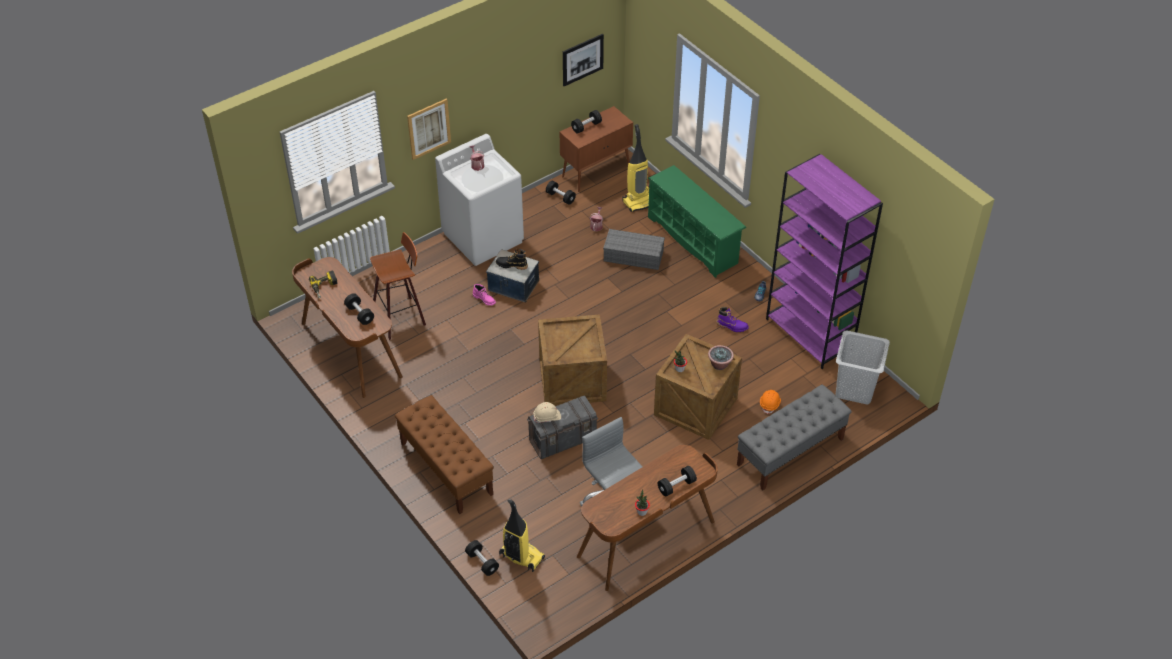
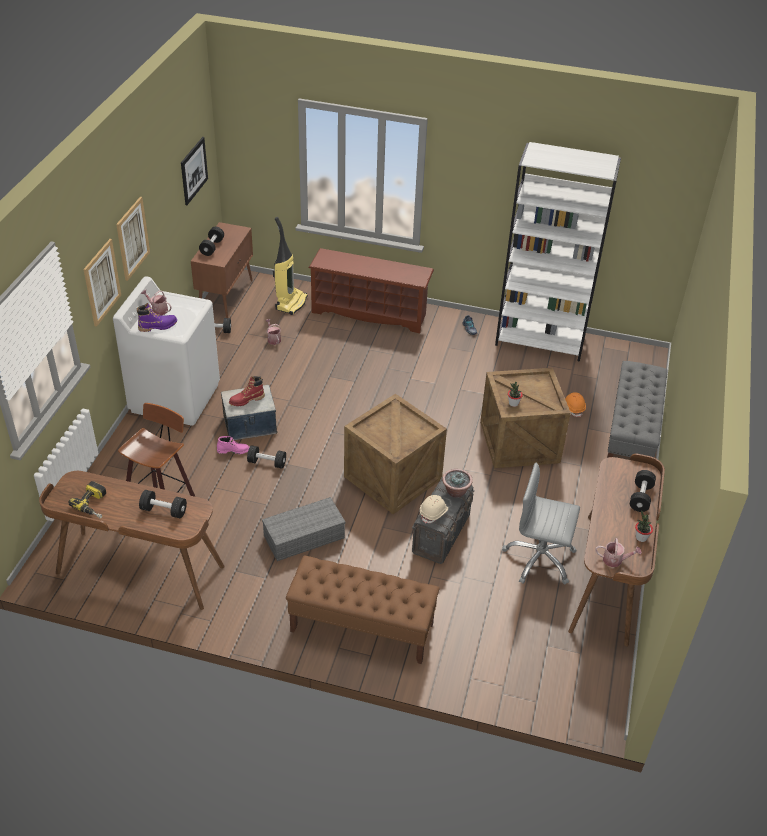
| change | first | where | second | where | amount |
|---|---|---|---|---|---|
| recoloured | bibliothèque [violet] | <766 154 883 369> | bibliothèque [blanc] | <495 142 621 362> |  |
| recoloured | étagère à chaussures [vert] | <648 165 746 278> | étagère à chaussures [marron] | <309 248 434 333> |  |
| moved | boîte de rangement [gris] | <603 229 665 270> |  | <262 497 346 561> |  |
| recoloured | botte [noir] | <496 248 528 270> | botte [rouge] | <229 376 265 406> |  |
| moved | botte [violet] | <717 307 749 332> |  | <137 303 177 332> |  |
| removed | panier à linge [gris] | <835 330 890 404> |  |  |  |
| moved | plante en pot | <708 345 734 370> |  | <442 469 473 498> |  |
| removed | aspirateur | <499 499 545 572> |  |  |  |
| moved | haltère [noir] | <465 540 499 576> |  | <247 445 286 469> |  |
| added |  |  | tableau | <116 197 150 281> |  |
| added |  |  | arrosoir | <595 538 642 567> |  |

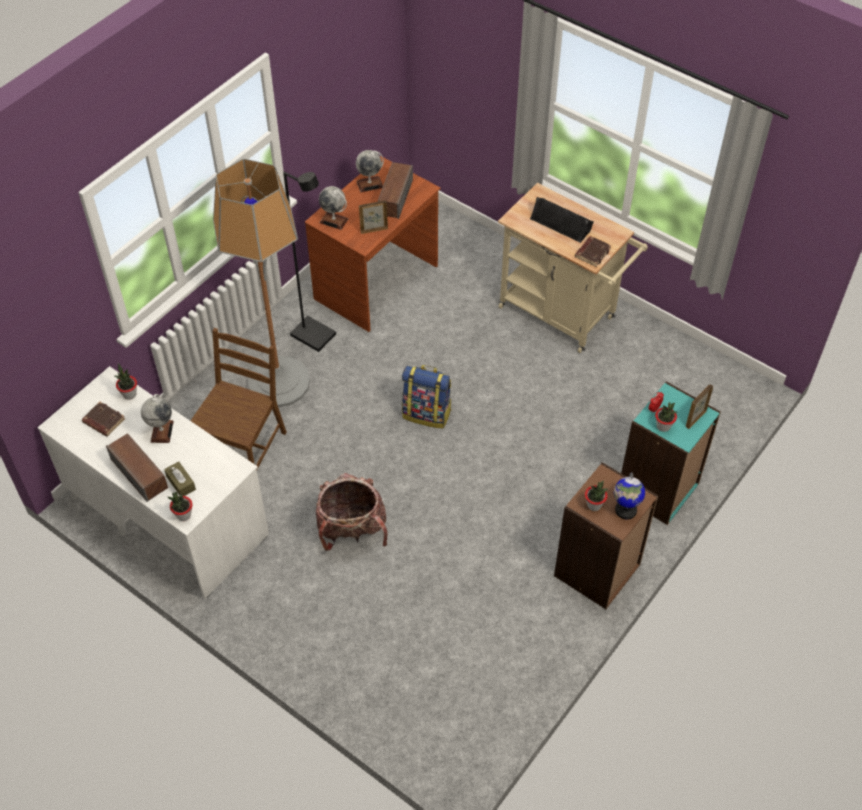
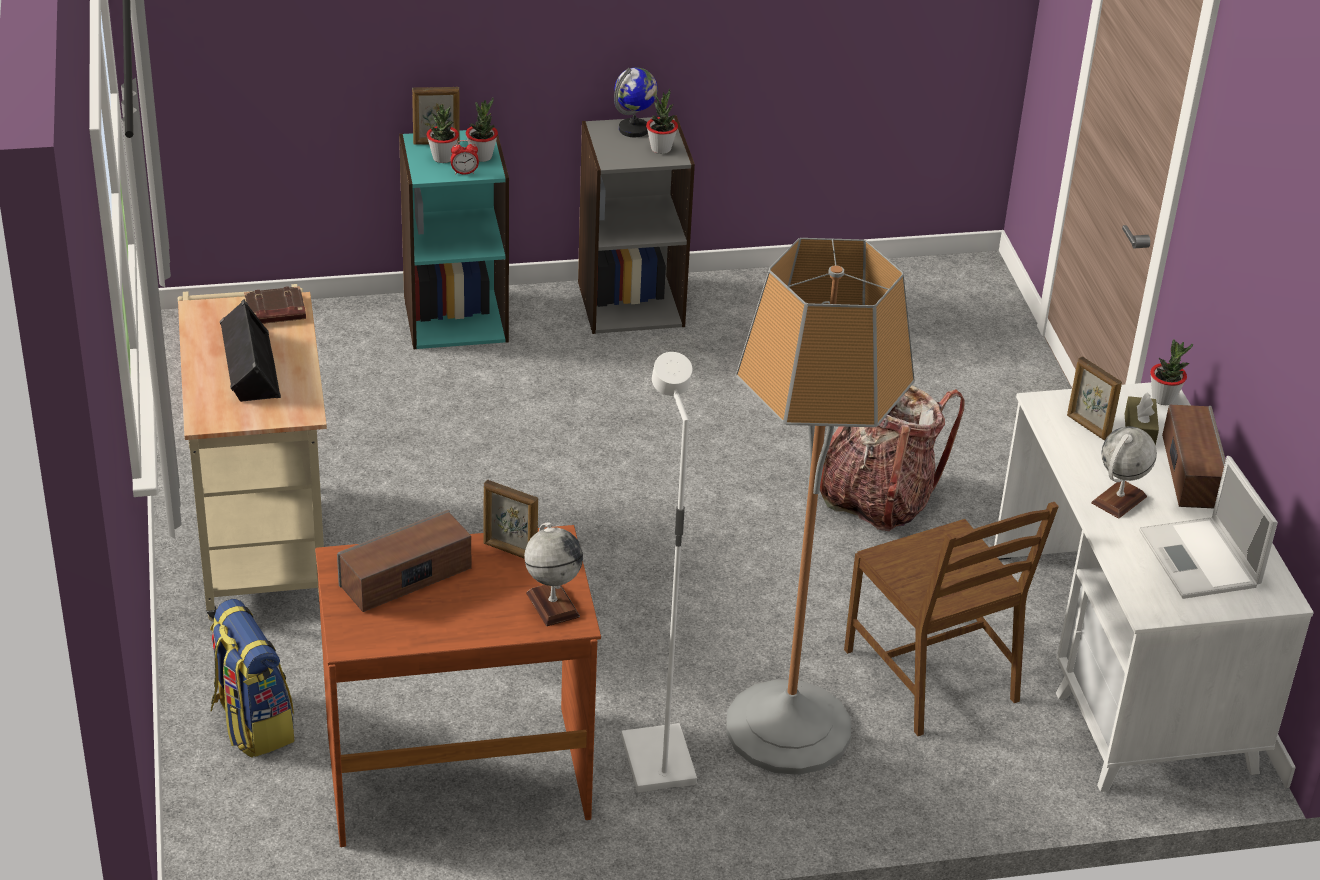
| change | first | where | second | where | amount |
|---|---|---|---|---|---|
| removed | globe | <356 150 384 192> |  |  |  |
| recoloured | lampadaire [noir] | <283 172 336 352> | lampadaire [blanc] | <621 352 697 792> |  |
| turned | chaise [marron] | <191 328 287 470> |  | <844 502 1059 736> | 90 degrees counterclockwise |
| moved | plante en pot | <114 363 137 400> |  | <426 104 459 163> |  |
| moved | sac à dos | <402 365 452 429> |  | <210 599 294 758> |  |
| replaced | livre [marron] | <82 402 125 437> | ordinateur portable | <1139 456 1278 599> |  |
| recoloured | bibliothèque [marron] | <554 462 658 609> | bibliothèque [gris] | <578 115 695 334> |  |
| added |  |  | cadre photo | <1067 356 1122 441> |  |

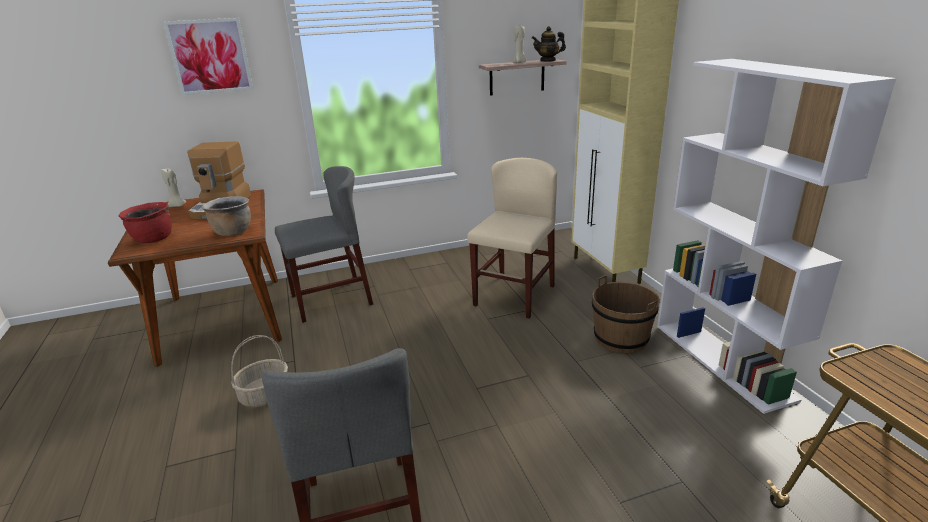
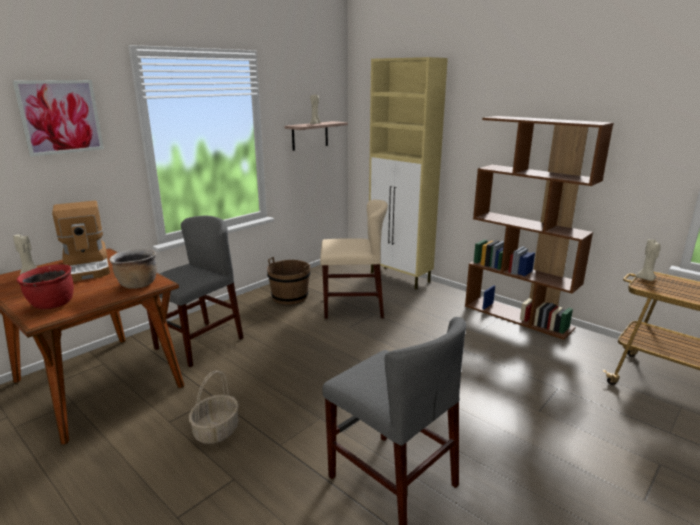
| change | first | where | second | where | amount |
|---|---|---|---|---|---|
| removed | théière | <532 26 566 62> |  |  |  |
| recoloured | bibliothèque [blanc] | <657 59 897 414> | bibliothèque [marron] | <465 116 614 340> |  |
| turned | chaise [beige] | <467 158 557 319> |  | <320 200 388 319> | 90 degrees clockwise |
| moved | seau [marron] | <592 275 660 353> |  | <267 257 310 305> |  |
| added |  |  | bougie [beige] | <636 239 661 281> |  |

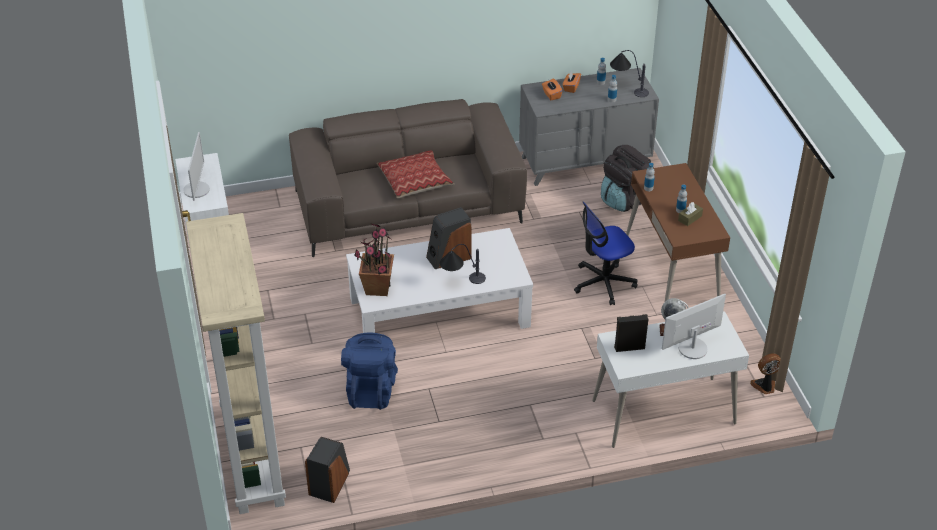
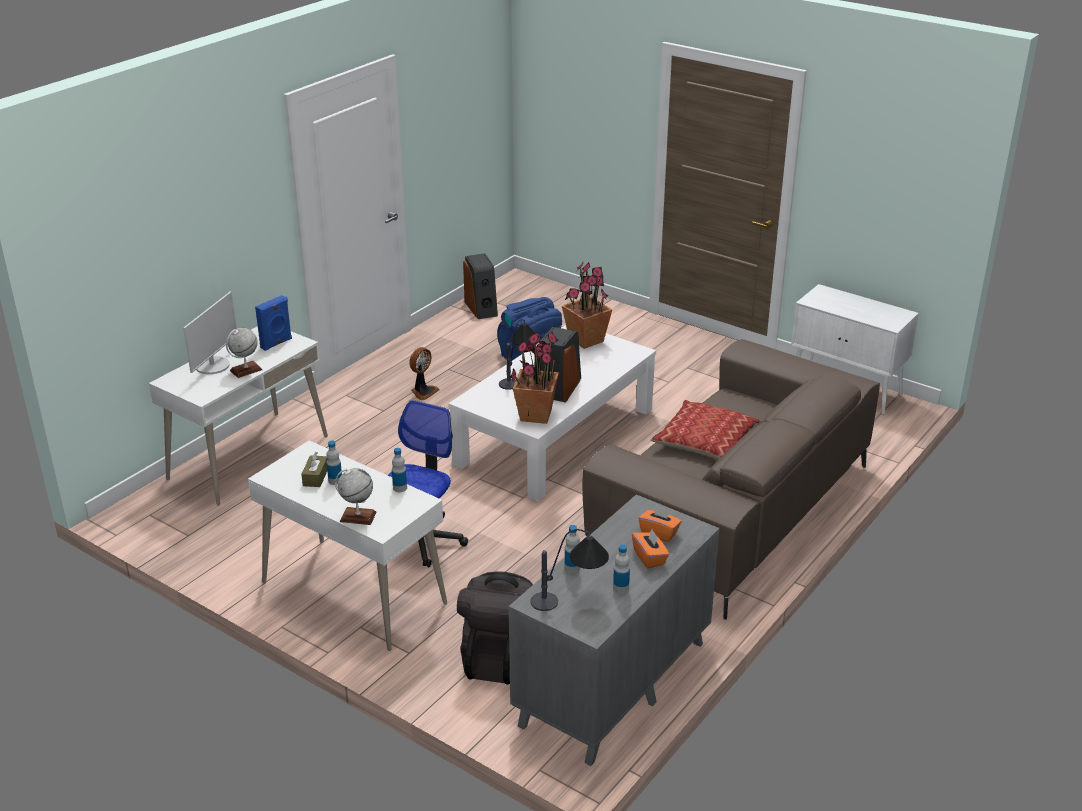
| change | first | where | second | where | amount |
|---|---|---|---|---|---|
| removed | écran d'ordinateur | <183 132 210 201> |  |  |  |
| recoloured | bureau [marron] | <626 163 730 301> | bureau [blanc] | <248 440 447 651> |  |
| removed | bibliothèque [beige] | <186 213 286 514> |  |  |  |
| recoloured | enceinte [noir] | <614 314 648 352> | enceinte [bleu] | <255 295 292 351> |  |
| moved | ventilateur | <750 354 781 394> |  | <409 347 440 400> |  |
| added |  |  | plante en pot | <511 332 560 424> |  |
| added |  |  | globe | <335 468 376 525> |  |

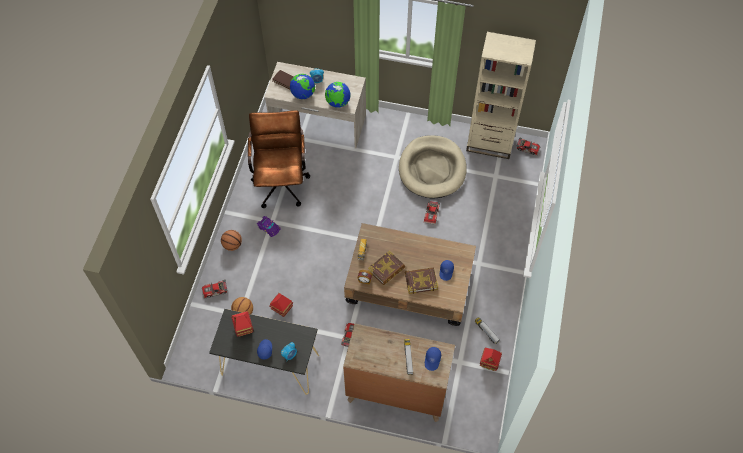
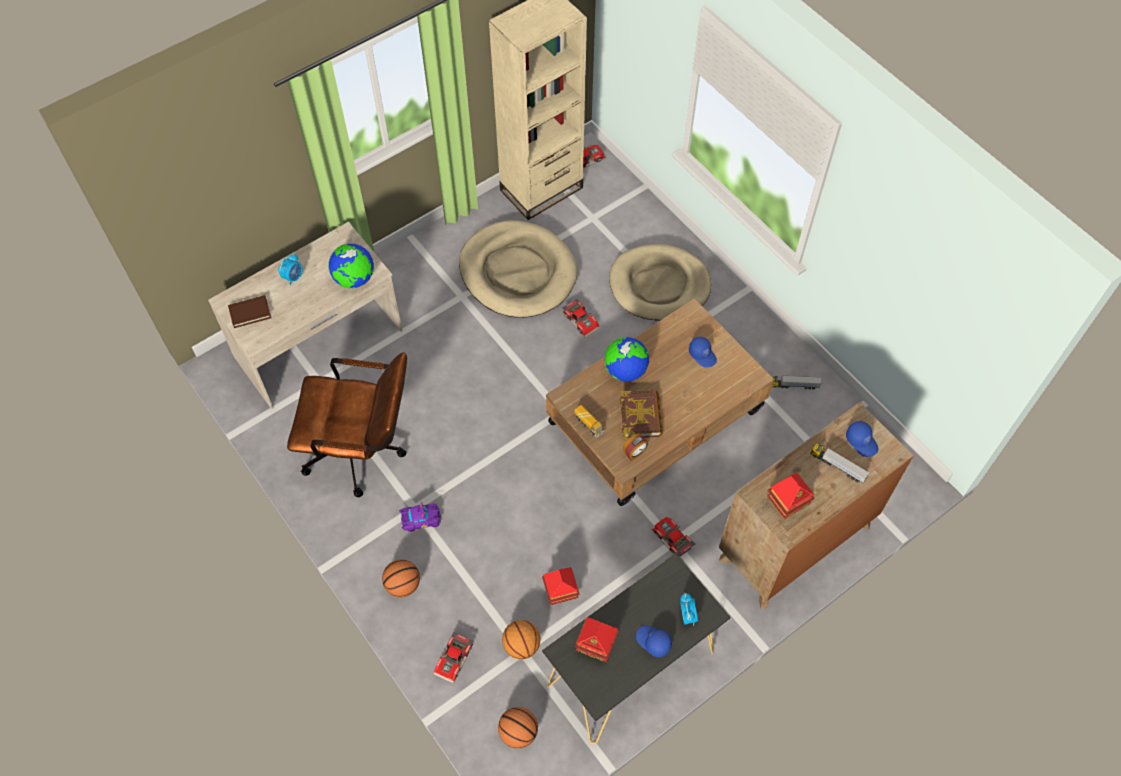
| change | first | where | second | where | amount |
|---|---|---|---|---|---|
| moved | globe | <290 74 315 99> |  | <605 337 649 382> |  |
| turned | chaise de bureau [marron] | <248 110 311 208> |  | <287 352 407 497> | 150 degrees clockwise |
| removed | livre | <405 268 438 294> |  |  |  |
| moved | maison miniature | <480 348 502 371> |  | <767 472 814 519> |  |
| added |  |  | panier pour chien [beige] | <609 244 711 321> |  |
| added |  |  | ballon de basket | <498 707 538 748> |  |

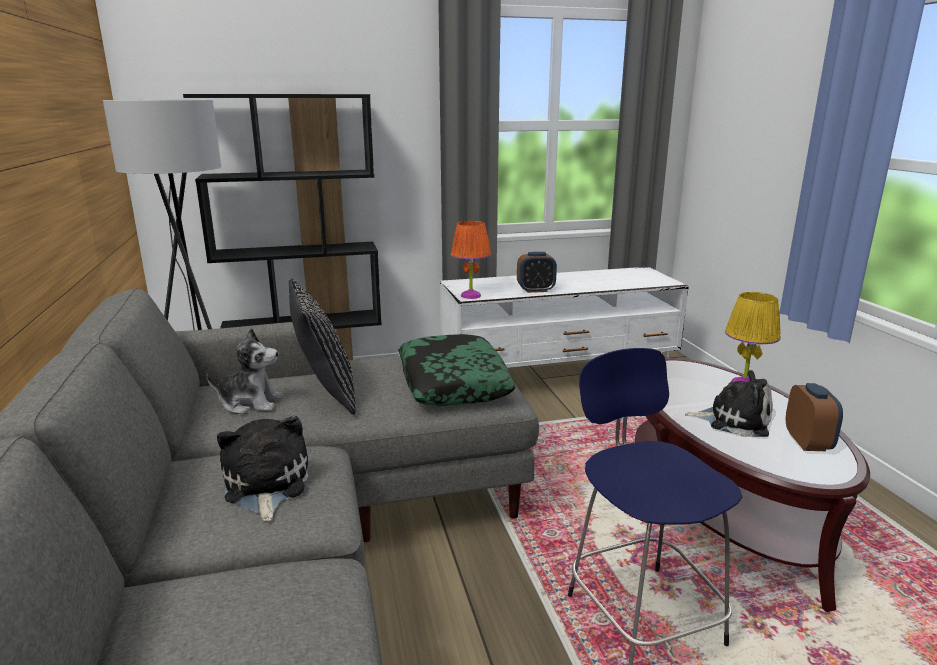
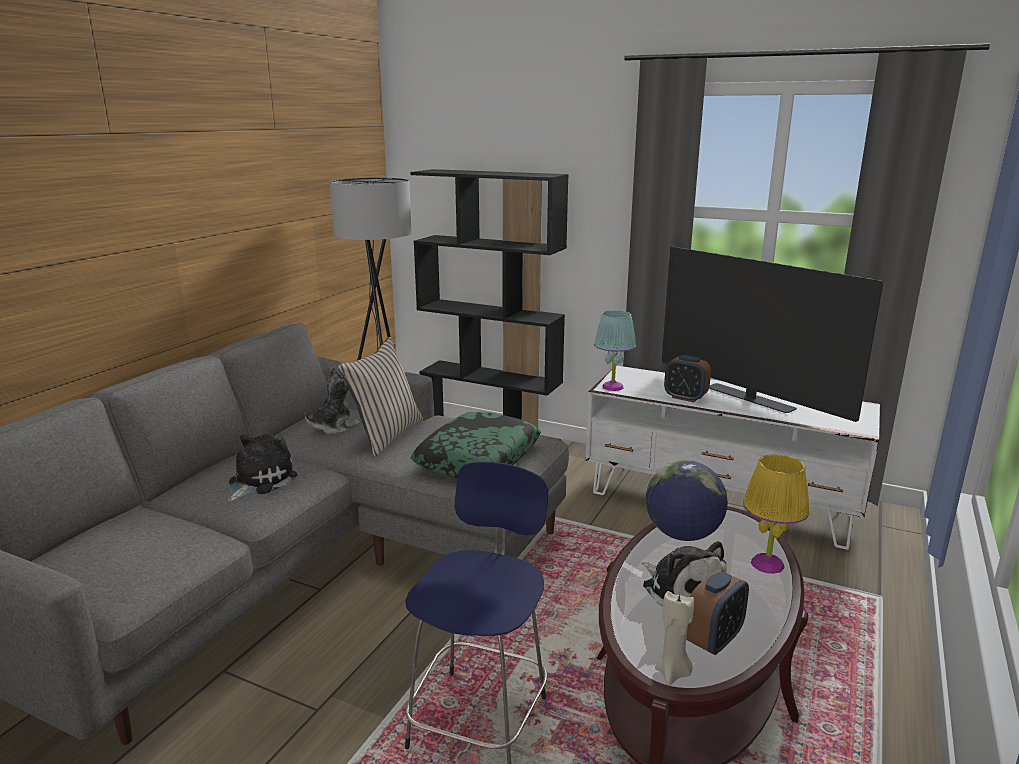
| change | first | where | second | where | amount |
|---|---|---|---|---|---|
| recoloured | lampe de table [orange] | <451 221 491 299> | lampe de table [turquoise] | <594 310 636 391> |  |
| recoloured | coussin [noir] | <289 279 356 415> | coussin [beige] | <338 337 423 457> |  |
| turned | peluche | <206 328 283 414> |  | <305 366 360 434> | 90 degrees counterclockwise |
| added |  |  | téléviseur | <662 247 883 422> |  |
| added |  |  | globe | <646 460 728 541> |  |
| added |  |  | bougie [beige] | <655 591 694 686> |  |

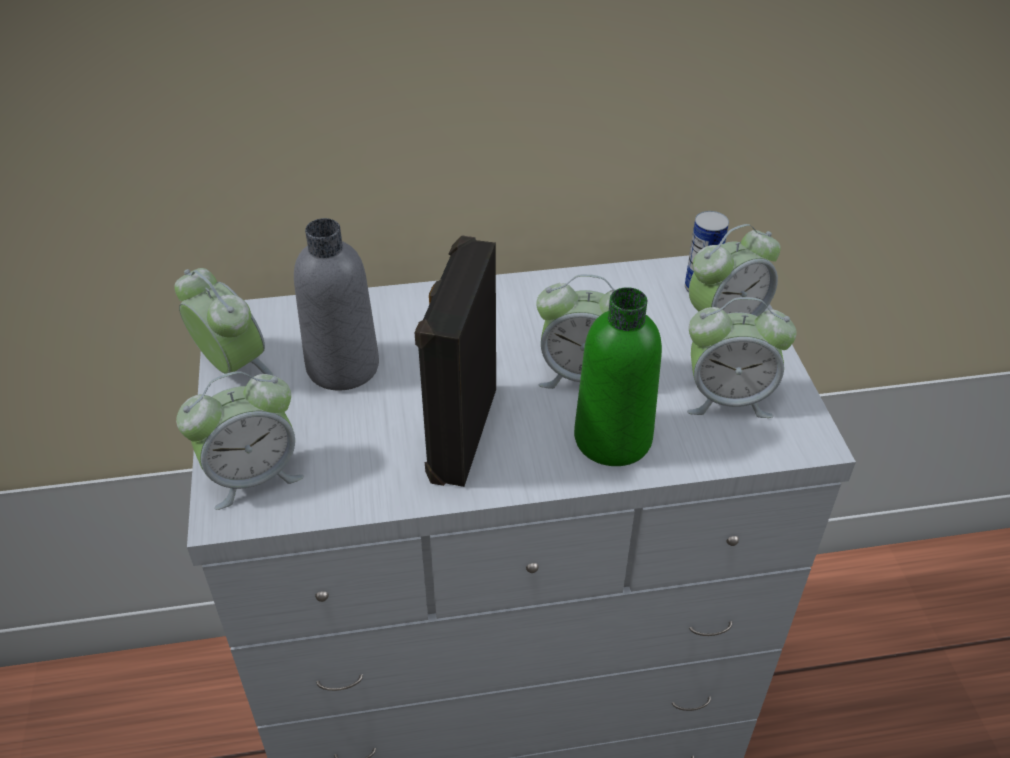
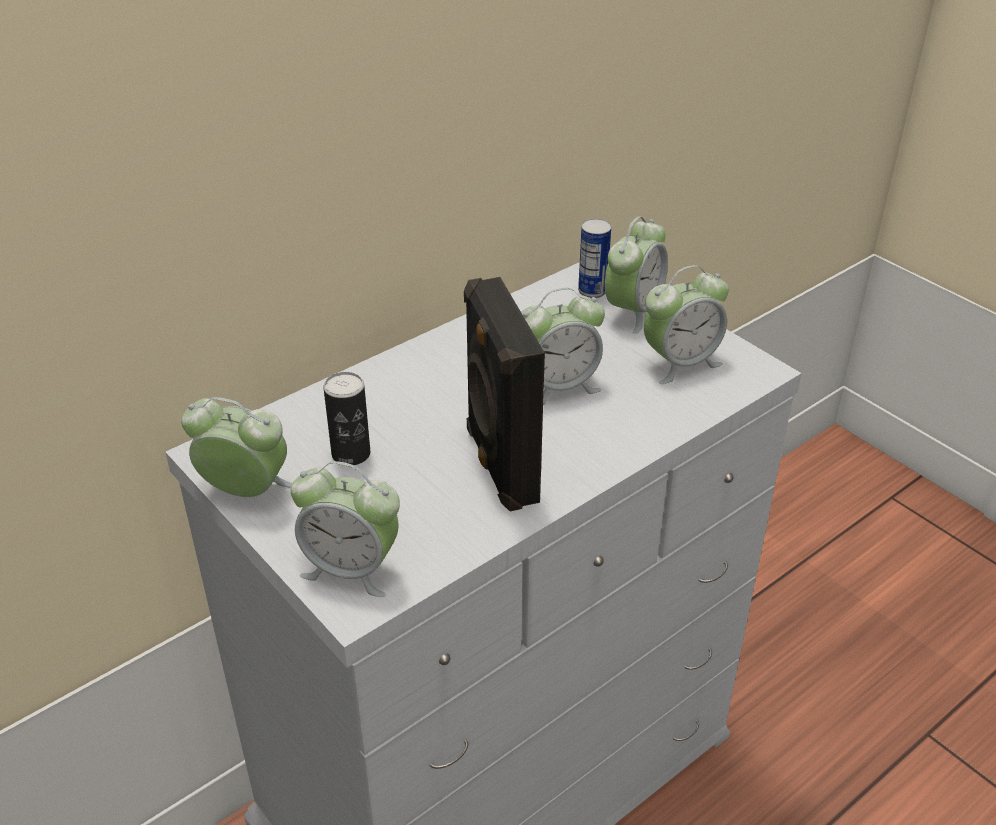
| change | first | where | second | where | amount |
|---|---|---|---|---|---|
| replaced | bouteille [gris] | <294 218 379 391> | boîte métallique | <323 372 370 465> |  |
| removed | bouteille [vert] | <574 287 662 466> |  |  |  |
| turned | réveil | <176 371 304 510> |  | <291 461 400 597> | 75 degrees clockwise |

